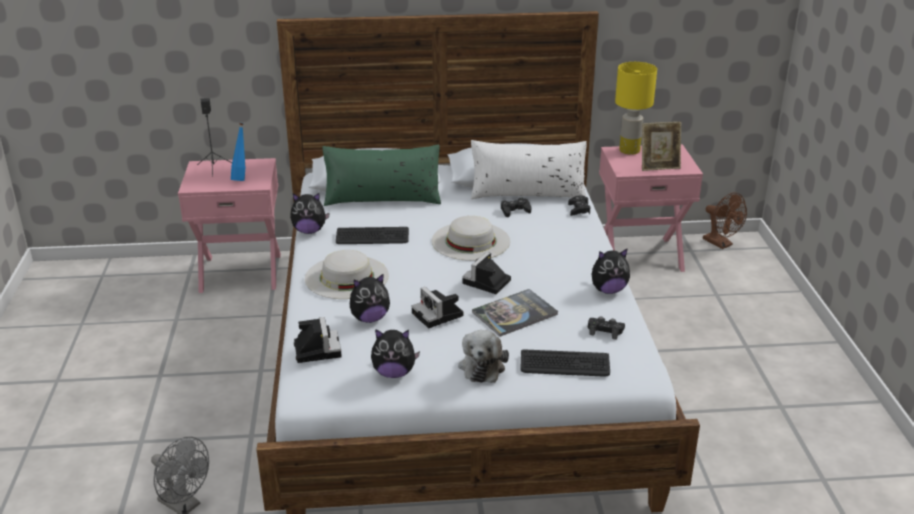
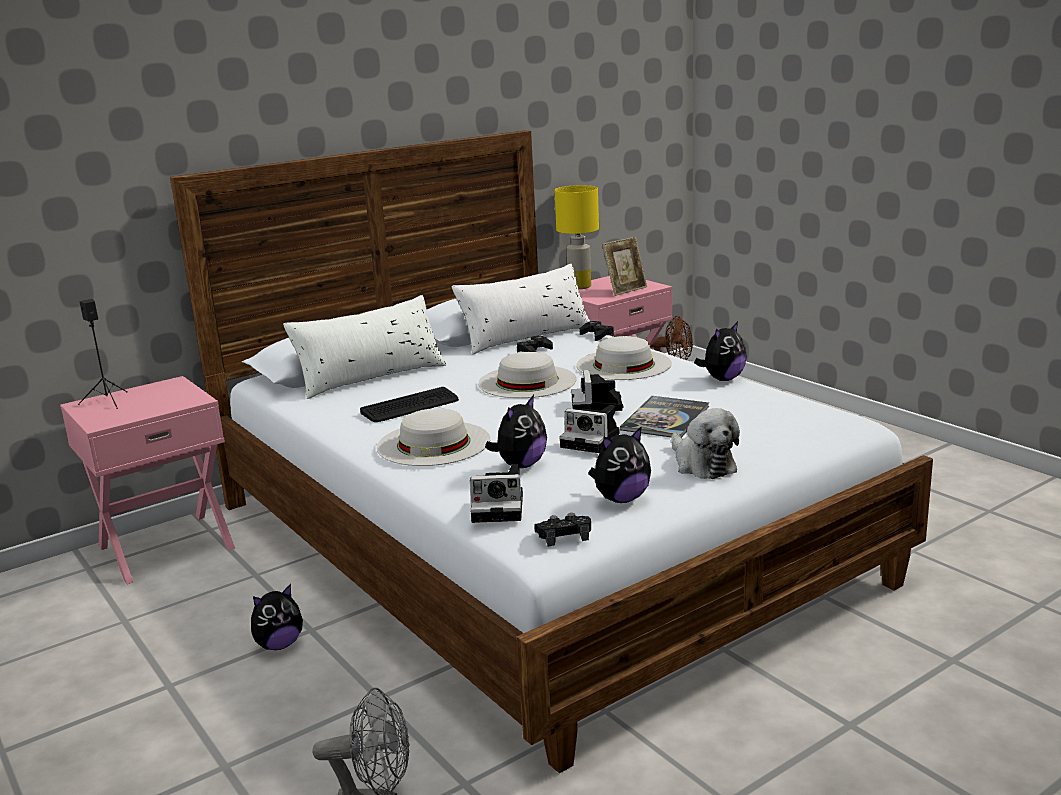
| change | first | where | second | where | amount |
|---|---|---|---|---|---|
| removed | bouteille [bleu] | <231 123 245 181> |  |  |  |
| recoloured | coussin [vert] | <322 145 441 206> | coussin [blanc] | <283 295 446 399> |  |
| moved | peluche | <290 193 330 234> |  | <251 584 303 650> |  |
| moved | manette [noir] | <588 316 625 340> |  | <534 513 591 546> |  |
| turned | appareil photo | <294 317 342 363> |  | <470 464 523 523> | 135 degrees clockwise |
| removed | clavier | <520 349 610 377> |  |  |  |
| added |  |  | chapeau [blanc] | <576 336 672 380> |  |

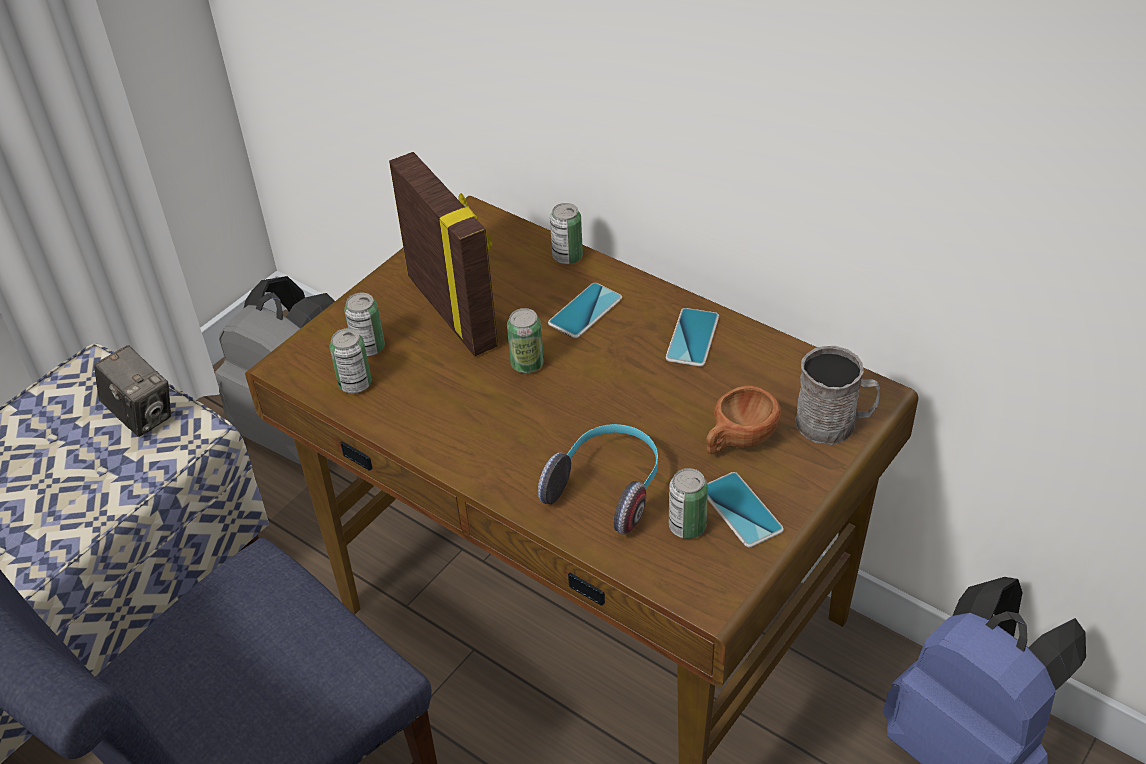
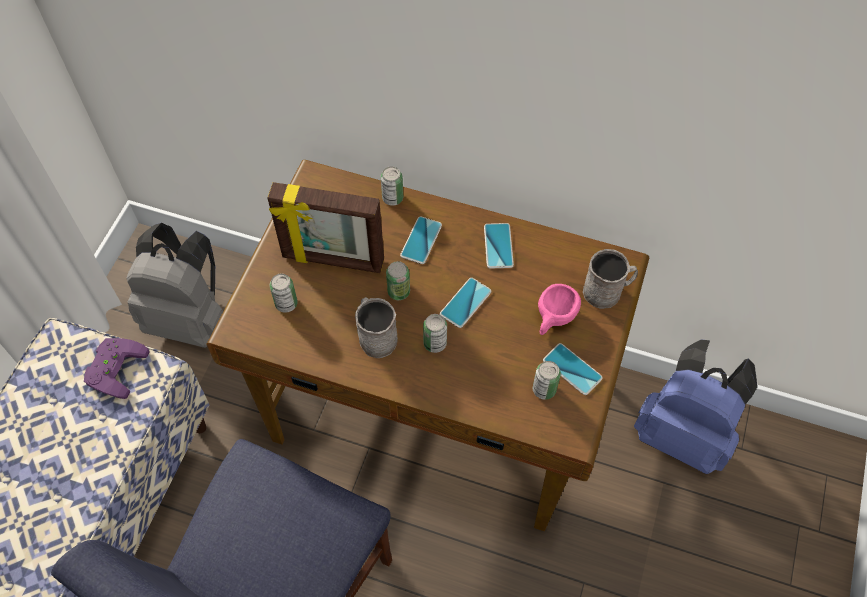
| change | first | where | second | where | amount |
|---|---|---|---|---|---|
| turned | cadre photo | <389 152 498 356> |  | <267 182 384 273> | 150 degrees clockwise |
| moved | boîte métallique | <330 328 372 394> |  | <423 314 447 353> |  |
| replaced | appareil photo | <94 345 171 437> | manette [violet] | <84 338 150 399> |  |
| recoloured | tasse [marron] | <706 386 781 454> | tasse [rose] | <538 284 581 335> |  |
| removed | casque audio | <538 424 658 535> |  |  |  |
| added |  |  | téléphone | <440 278 492 328> |  |
| added |  |  | mug [gris] | <355 297 398 358> |  |

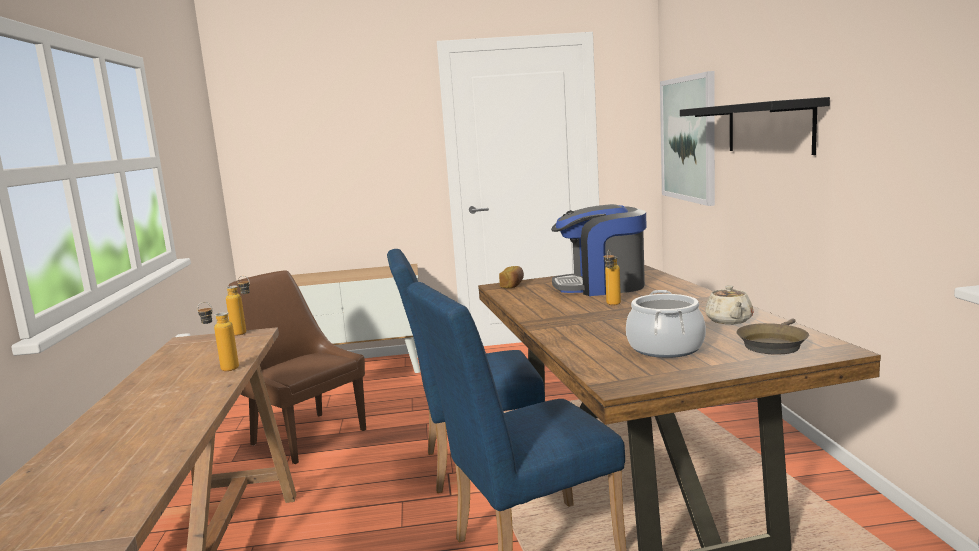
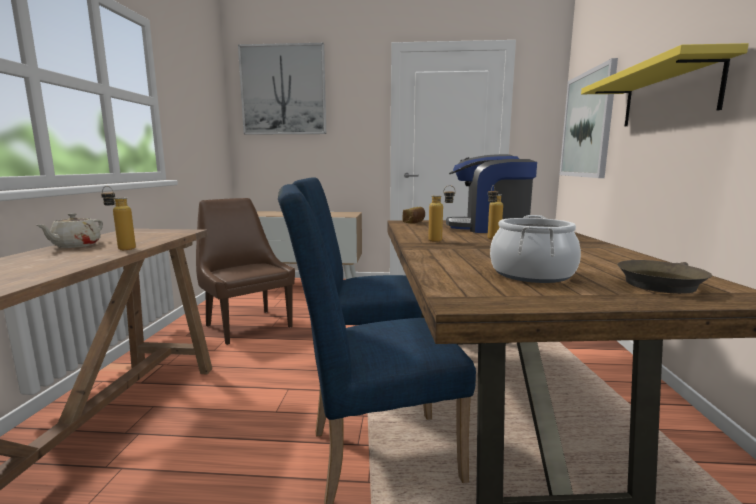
| change | first | where | second | where | amount |
|---|---|---|---|---|---|
| recoloured | étagère [noir] | <680 97 830 155> | étagère [jaune] | <581 43 749 126> |  |
| moved | bouteille | <226 276 250 336> |  | <428 185 455 242> |  |
| moved | théière [beige] | <705 285 753 324> |  | <36 213 103 248> |  |
| added |  |  | tableau | <238 43 326 135> |  |

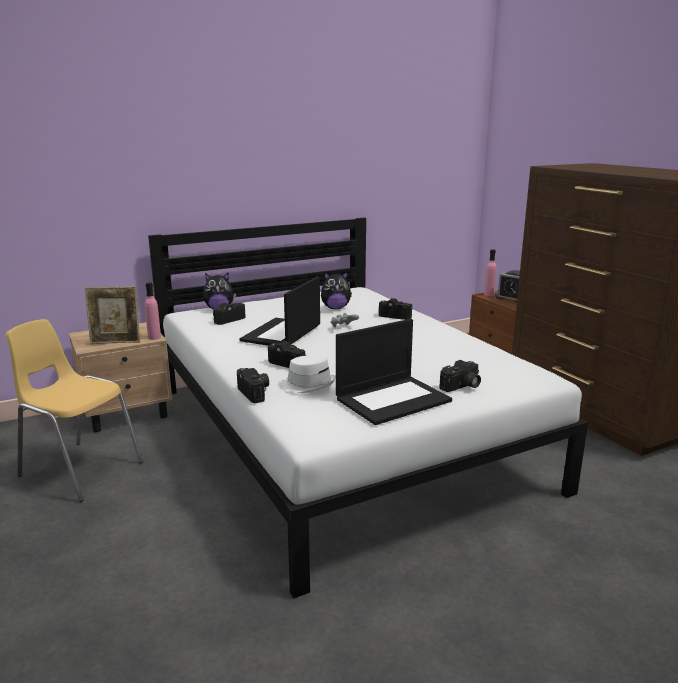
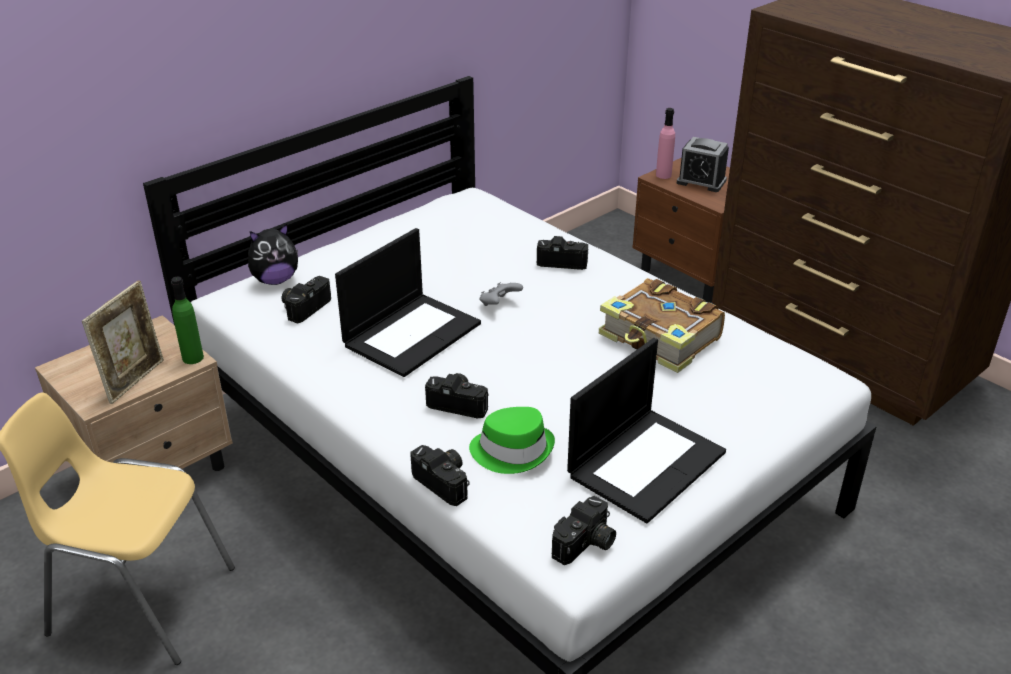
| change | first | where | second | where | amount |
|---|---|---|---|---|---|
| removed | peluche | <321 272 352 309> |  |  |  |
| turned | ordinateur portable | <239 277 320 346> |  | <335 228 481 377> | 150 degrees counterclockwise |
| recoloured | bouteille [rose] | <145 282 161 340> | bouteille [vert] | <171 277 204 364> |  |
| turned | cadre photo | <85 287 140 344> |  | <82 280 164 404> | 45 degrees counterclockwise |
| recoloured | chapeau [blanc] | <281 356 336 393> | chapeau [vert] | <469 407 555 474> |  |
| moved | appareil photo | <439 360 481 392> |  | <552 496 616 565> |  |
| added |  |  | livre | <599 278 725 373> |  |

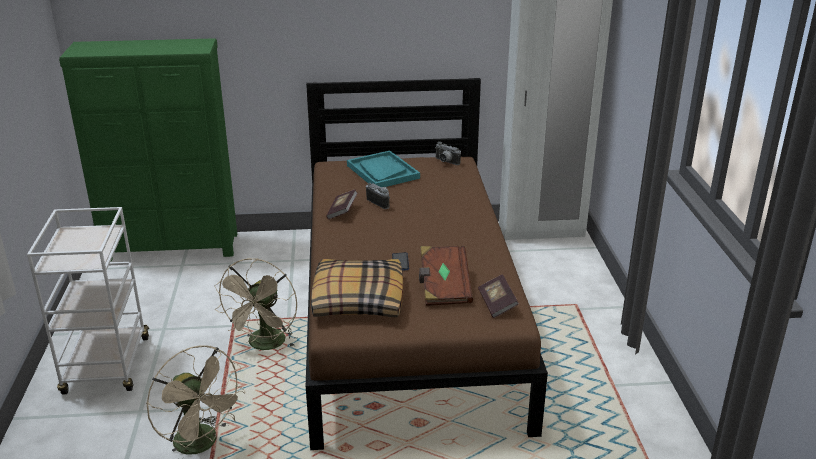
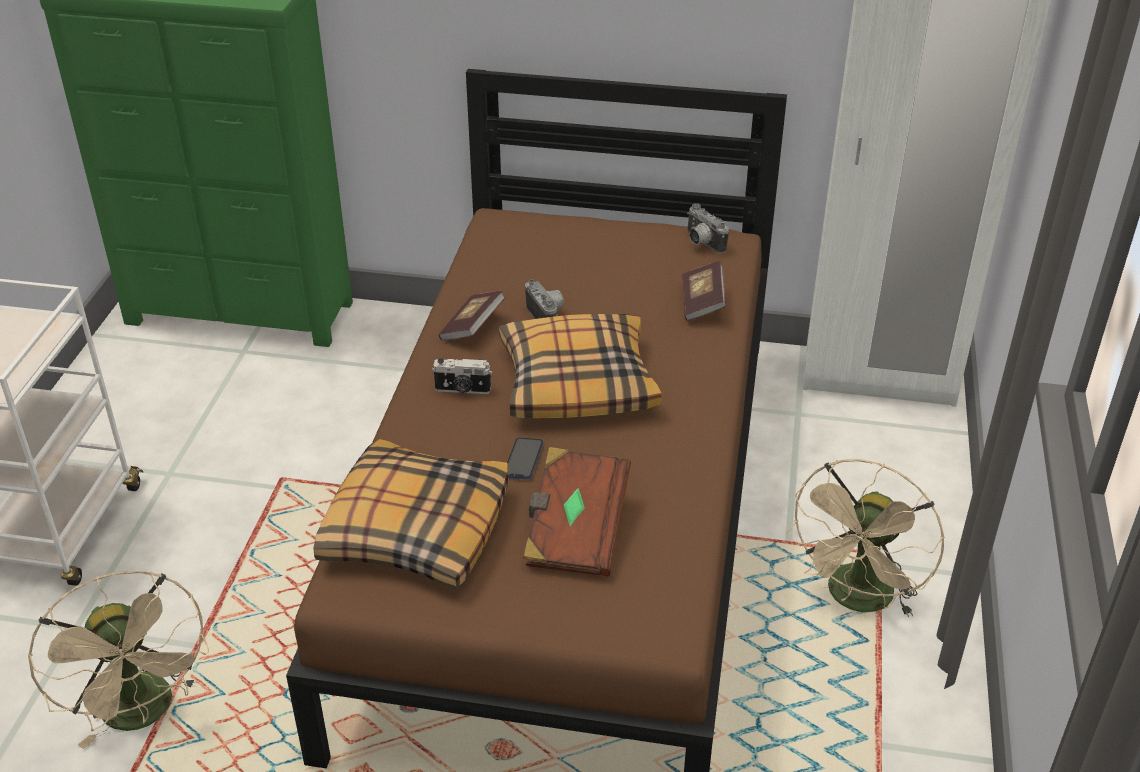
| change | first | where | second | where | amount |
|---|---|---|---|---|---|
| removed | plateau [turquoise] | <347 150 420 187> |  |  |  |
| moved | ventilateur [beige] | <214 258 298 350> |  | <787 459 945 617> |  |
| moved | livre | <478 274 519 318> |  | <682 261 726 321> |  |
| added |  |  | coussin | <499 314 662 418> |  |
| added |  |  | appareil photo | <432 358 492 394> |  |

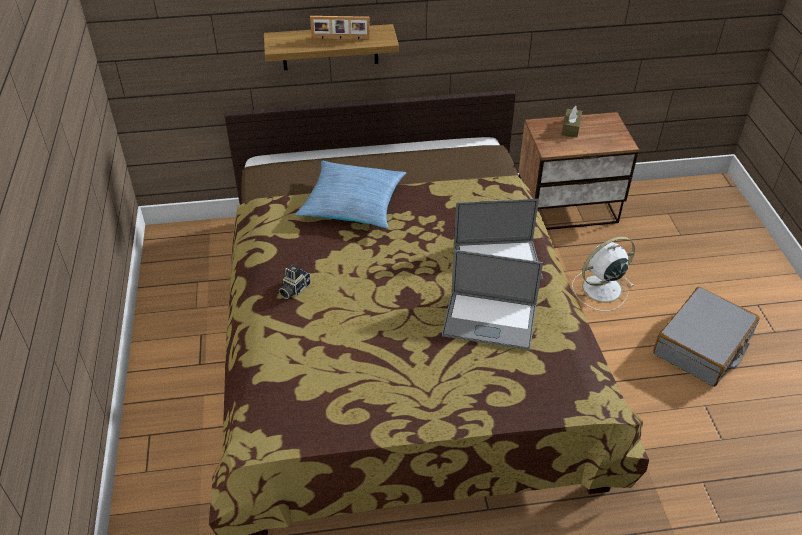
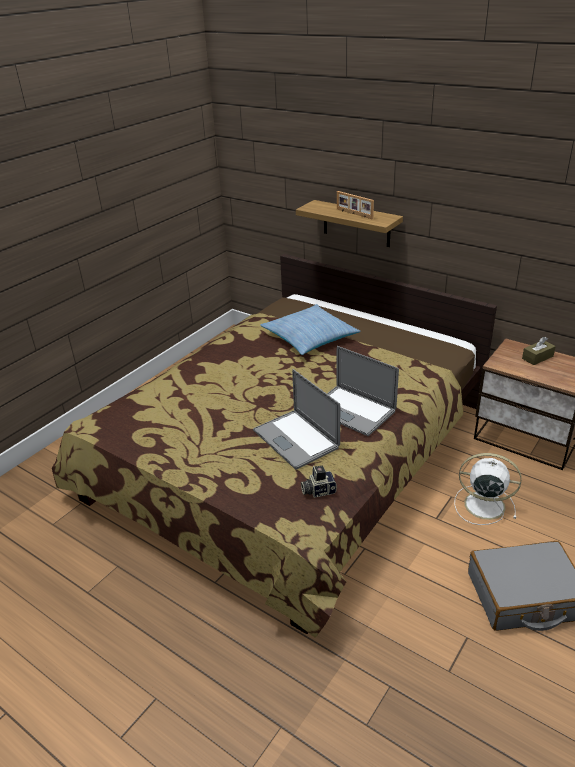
| change | first | where | second | where | amount |
|---|---|---|---|---|---|
| moved | appareil photo | <279 264 311 299> |  | <301 466 337 498> |  |

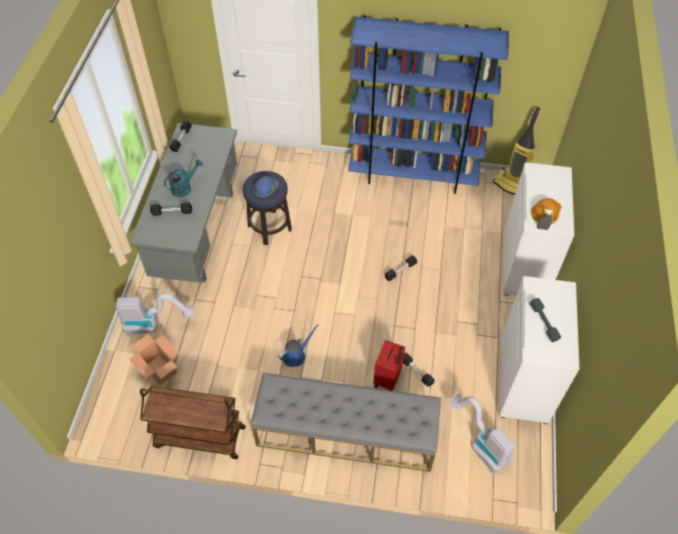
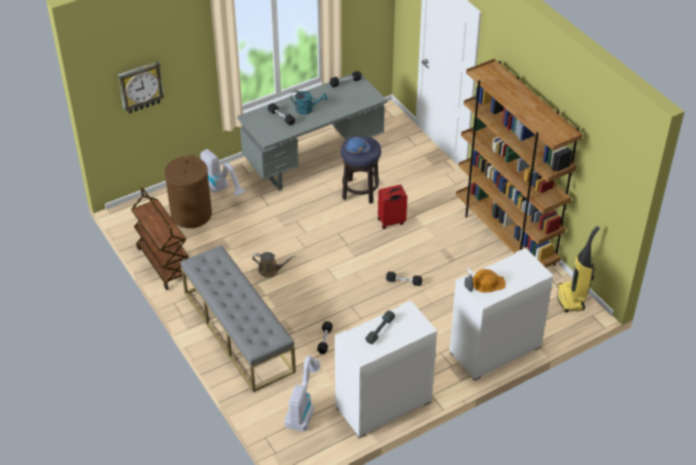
| change | first | where | second | where | amount |
|---|---|---|---|---|---|
| recoloured | bibliothèque [bleu] | <349 15 509 194> | bibliothèque [marron] | <456 59 582 268> |  |
| recoloured | arrosoir [bleu] | <278 325 319 367> | arrosoir [marron] | <252 252 296 278> |  |
| replaced | carton | <129 334 179 385> | panier à linge [marron] | <165 155 212 228> |  |
| moved | valise [rouge] | <373 340 405 391> |  | <378 185 407 229> |  |
| added |  |  | horloge murale | <118 61 165 114> |  |

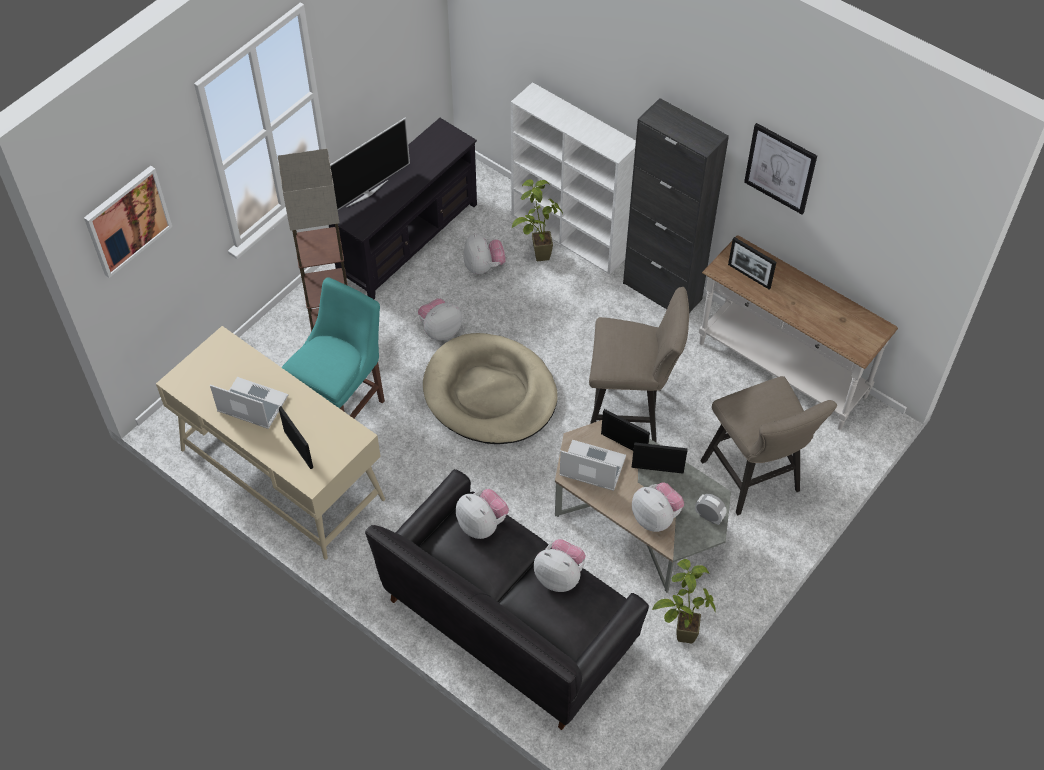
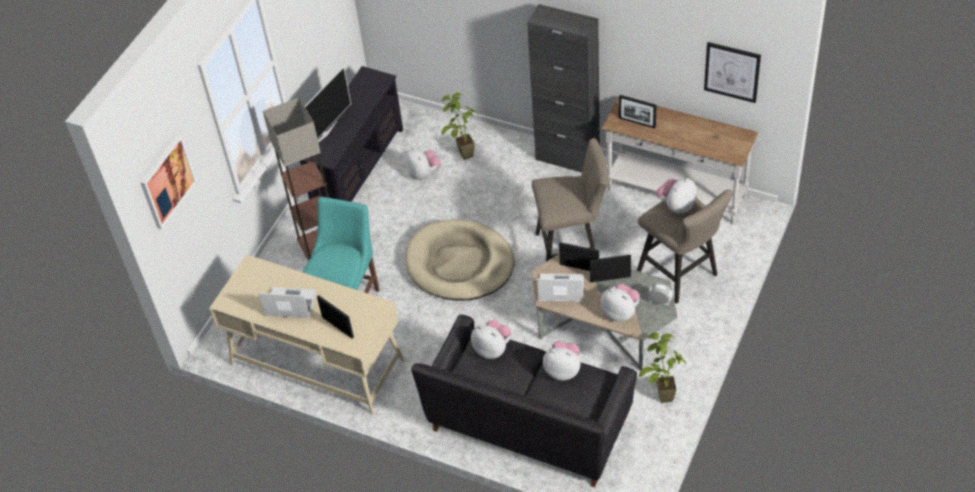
| change | first | where | second | where | amount |
|---|---|---|---|---|---|
| removed | bibliothèque [blanc] | <511 82 636 274> |  |  |  |
| moved | tableau | <744 123 817 214> |  | <704 42 761 103> |  |
| moved | peluche | <418 298 462 340> |  | <656 178 697 213> |  |

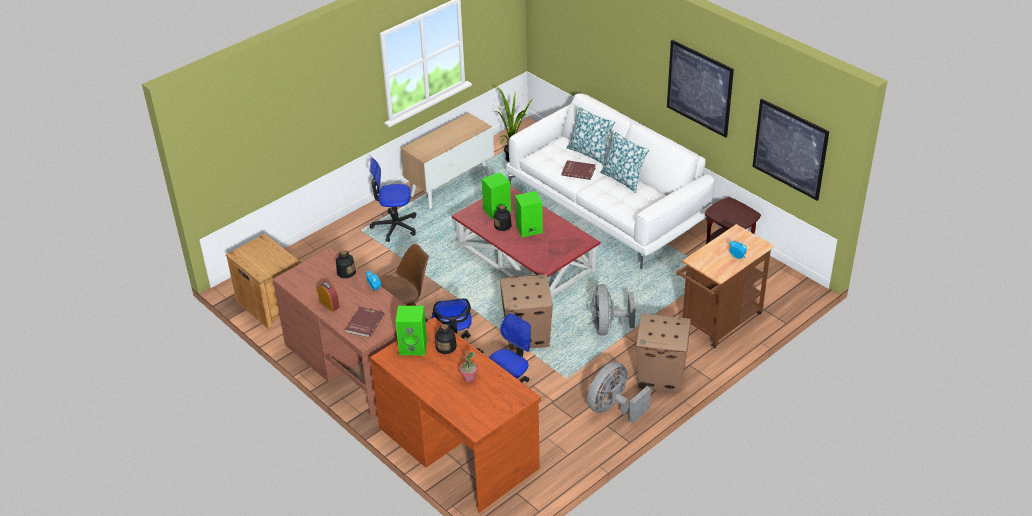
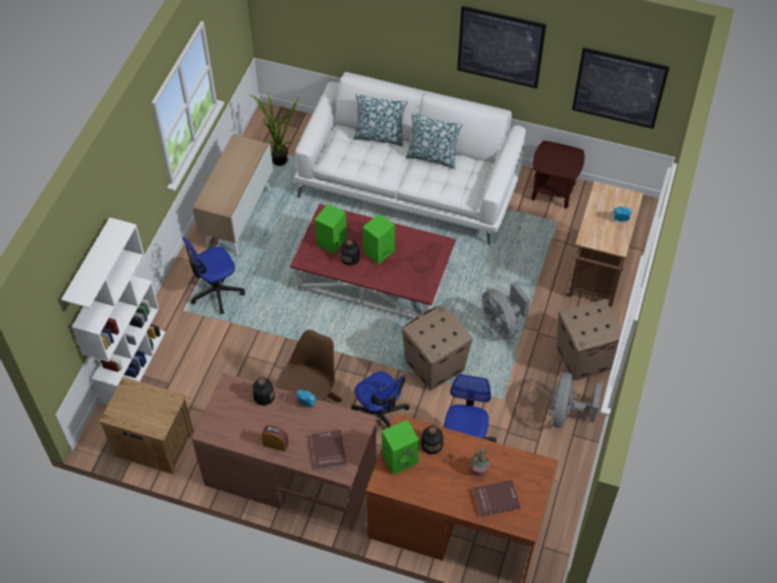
| change | first | where | second | where | amount |
|---|---|---|---|---|---|
| moved | livre [rouge] | <562 160 596 180> |  | <473 480 521 517> |  |
| added |  |  | bibliothèque [blanc] | <61 217 166 405> |  |

